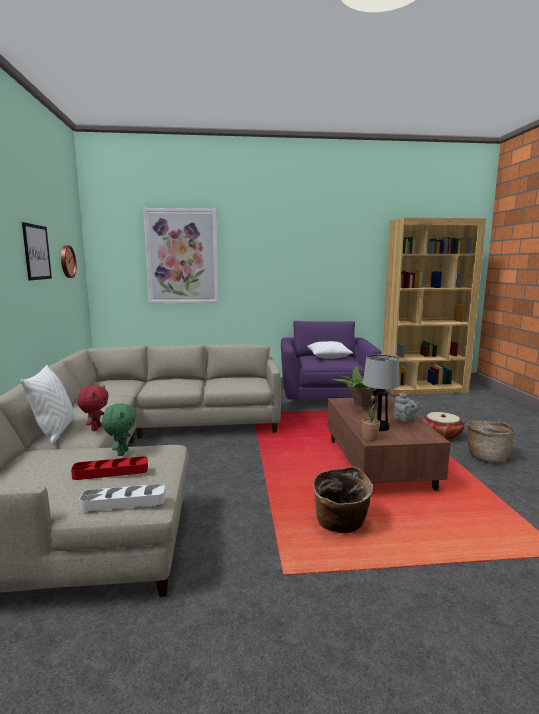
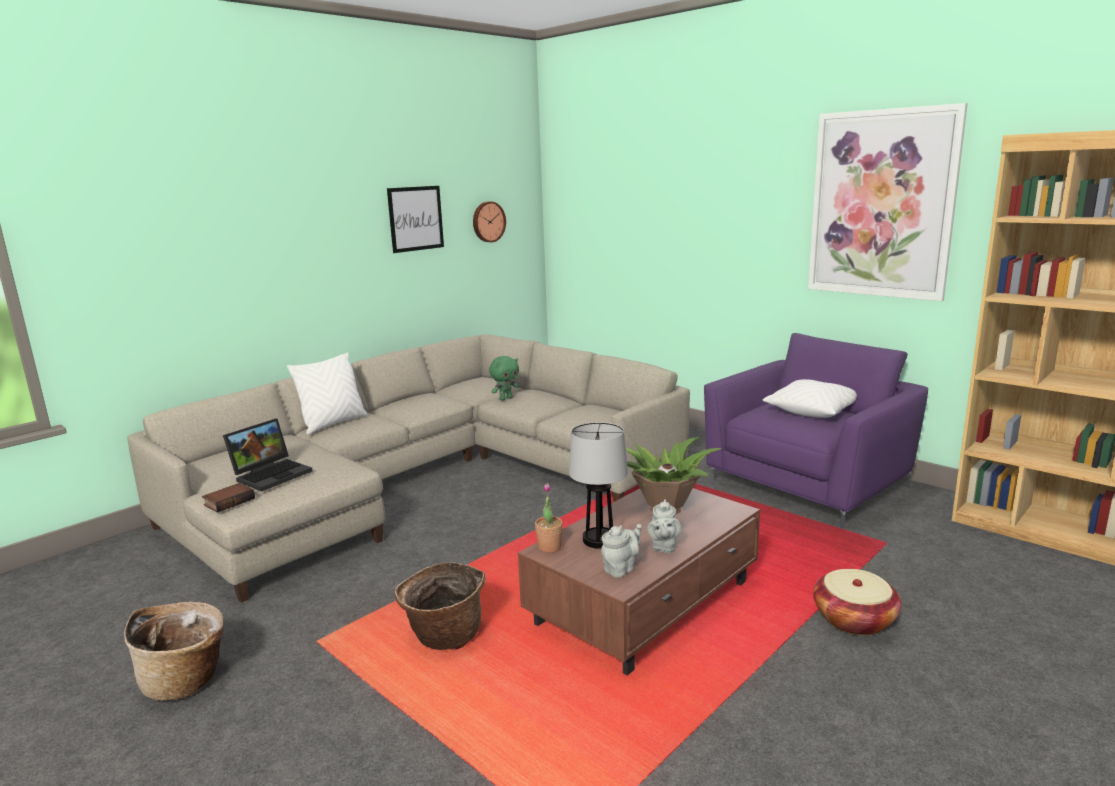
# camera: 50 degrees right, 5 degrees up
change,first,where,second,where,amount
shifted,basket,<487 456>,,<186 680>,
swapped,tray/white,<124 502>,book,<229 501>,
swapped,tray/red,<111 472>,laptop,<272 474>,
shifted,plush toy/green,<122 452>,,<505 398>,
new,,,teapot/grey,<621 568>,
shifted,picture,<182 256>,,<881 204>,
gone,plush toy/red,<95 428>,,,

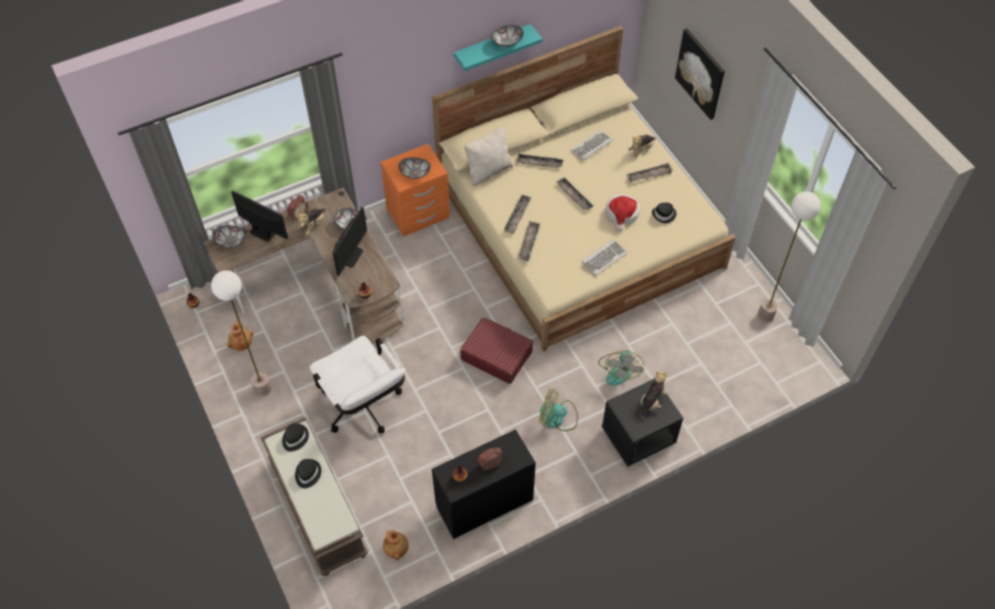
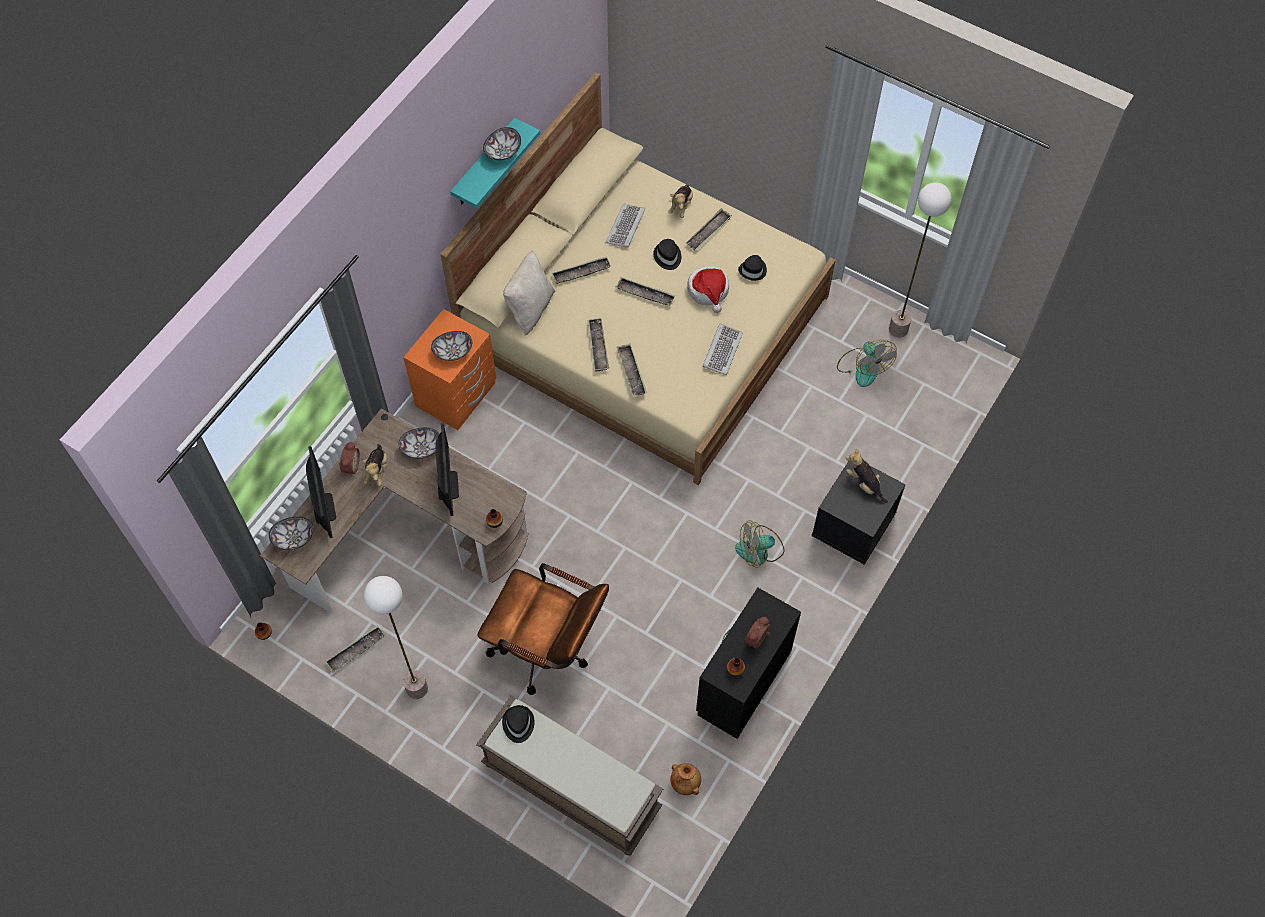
# camera: 30 degrees left, 5 degrees up
change,first,where,second,where,amount
rotated,monitor,<263 232>,,<324 508>,75 degrees clockwise
swapped,vase/brown,<241 344>,tray,<355 651>,
repainted,office chair/white,<364 409>,office chair/brown,<548 650>,
shifted,hat/black,<307 474>,,<667 257>,
shifted,fan,<619 370>,,<863 367>,
rotated,plush toy,<652 402>,,<864 484>,45 degrees counterclockwise
gone,suitcase/red,<496 355>,,,
gone,picture,<701 73>,,,

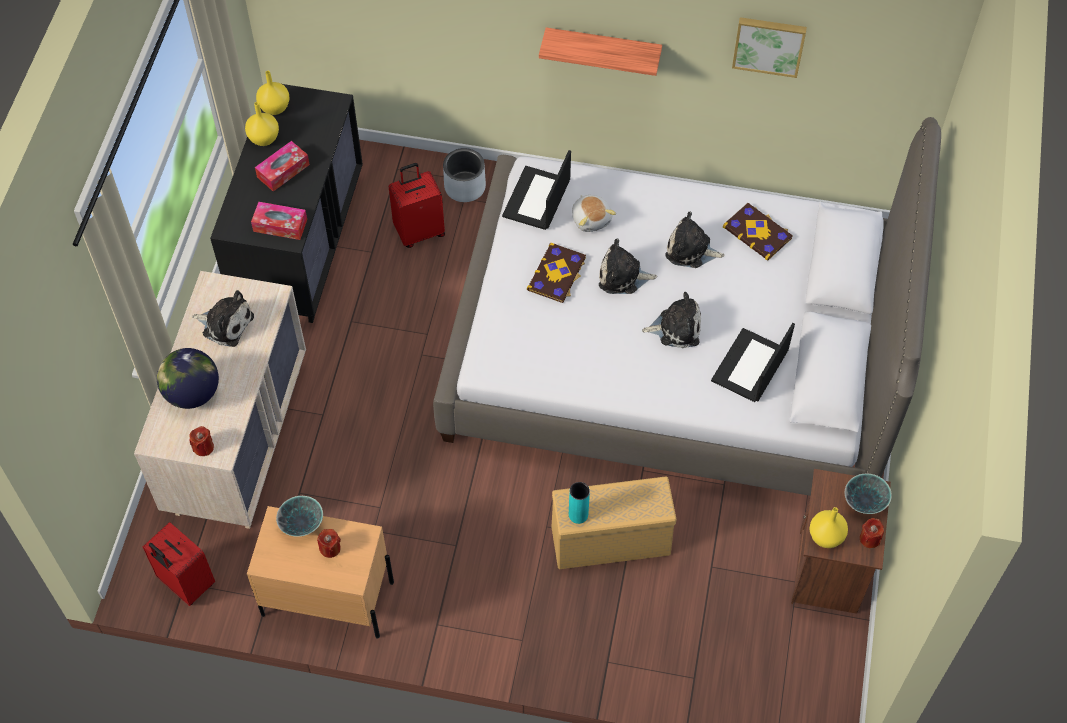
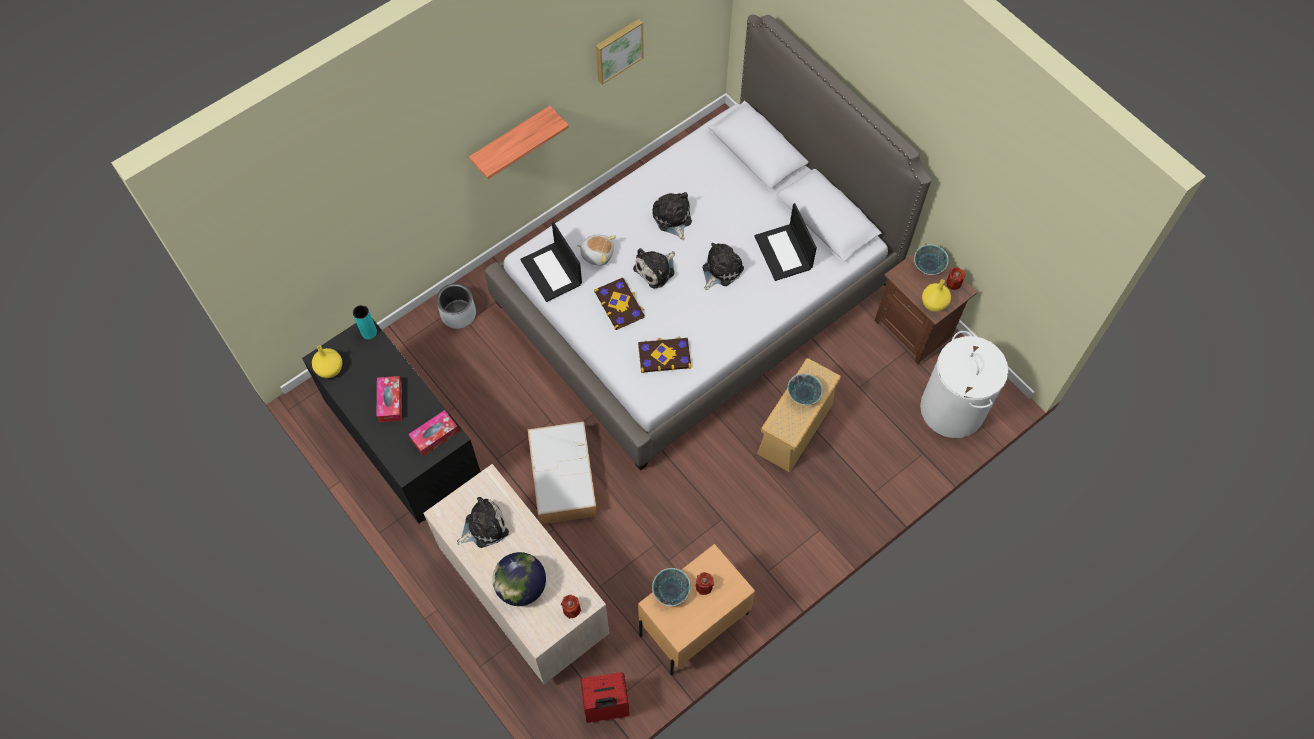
# camera: 50 degrees left, 5 degrees up
change,first,where,second,where,amount
shifted,vase/turquoise,<578 515>,,<369 332>,
new,,,storage box,<562 476>,
shifted,book,<757 232>,,<664 355>,
rotated,plush toy,<691 250>,,<672 219>,105 degrees clockwise
new,,,bowl,<803 395>,
new,,,laundry basket/white,<952 409>,
gone,vase/yellow,<263 138>,,,
gone,suitcase/red,<419 231>,,,

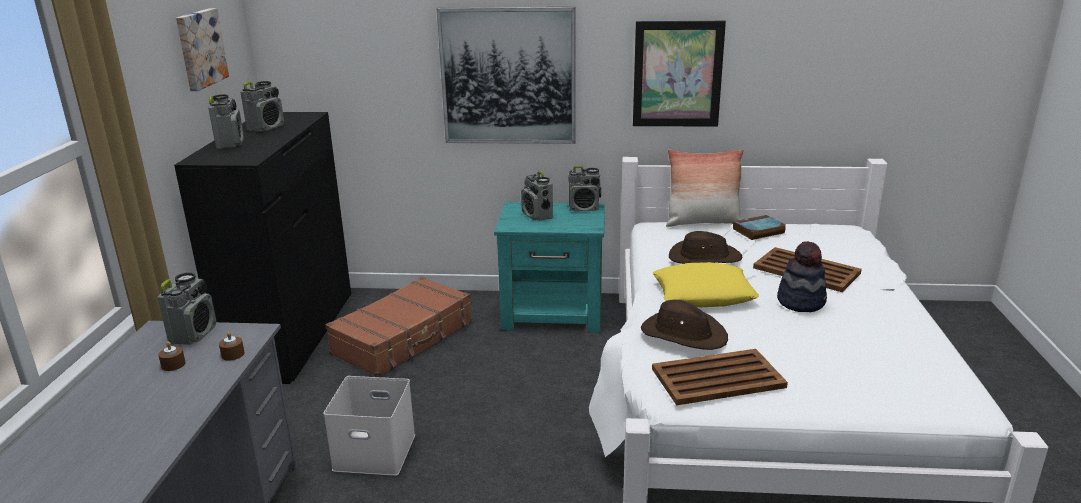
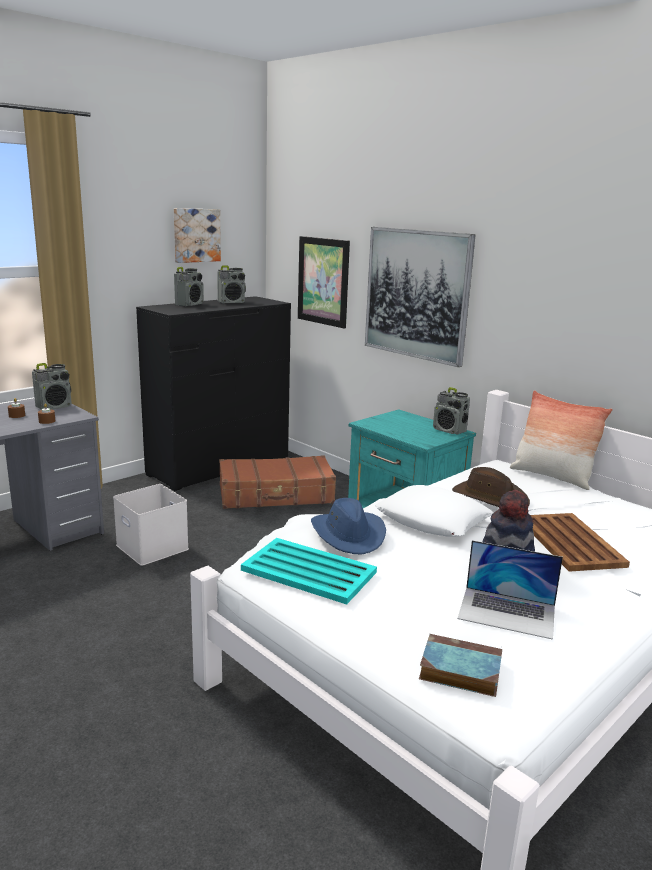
# camera: 40 degrees right, 5 degrees down
change,first,where,second,where,amount
repainted,tray/brown,<716 378>,tray/turquoise,<307 571>,
shifted,picture,<677 74>,,<323 281>,
repainted,hat/brown,<683 334>,hat/blue,<349 534>,
repainted,pillow/yellow,<704 294>,pillow/white,<433 520>,
shifted,book,<758 231>,,<458 670>,
new,,,laptop,<507 612>,
gone,radio,<537 216>,,,

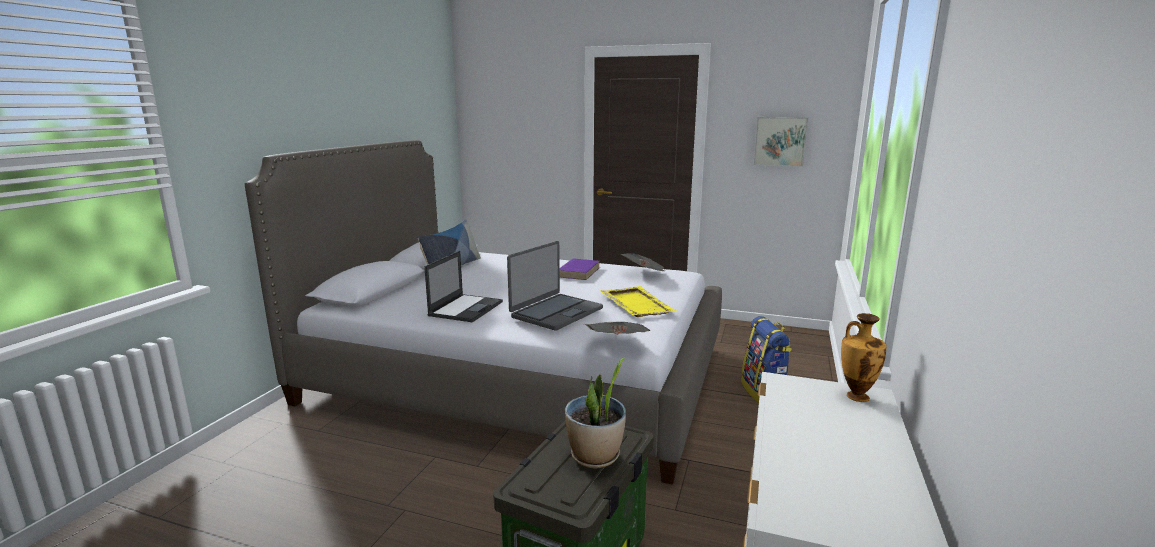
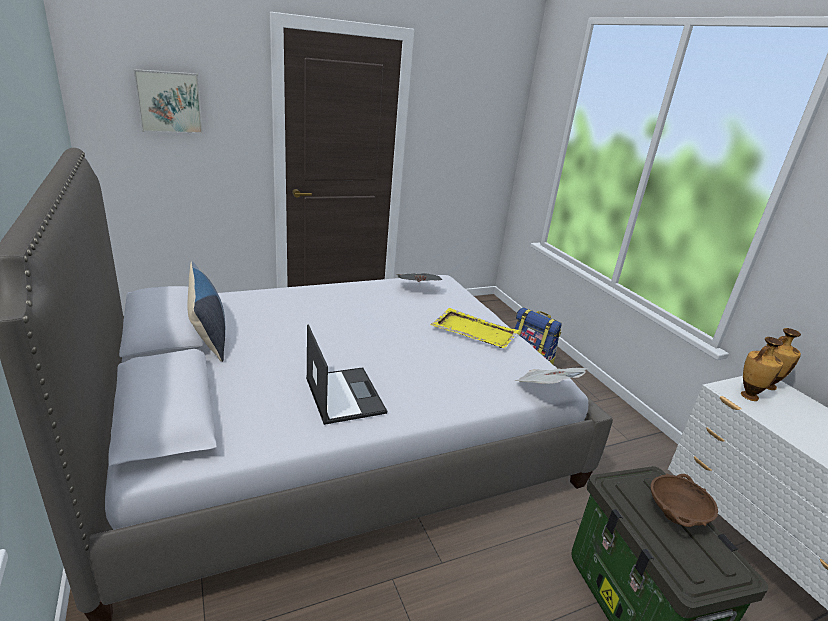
# camera: 45 degrees left, 10 degrees up
change,first,where,second,where,amount
shifted,picture,<780 141>,,<169 102>,
swapped,potted plant,<595 456>,bowl/brown,<676 515>,
new,,,vase,<748 396>,
gone,laptop,<556 312>,,,
gone,book/purple,<578 272>,,,

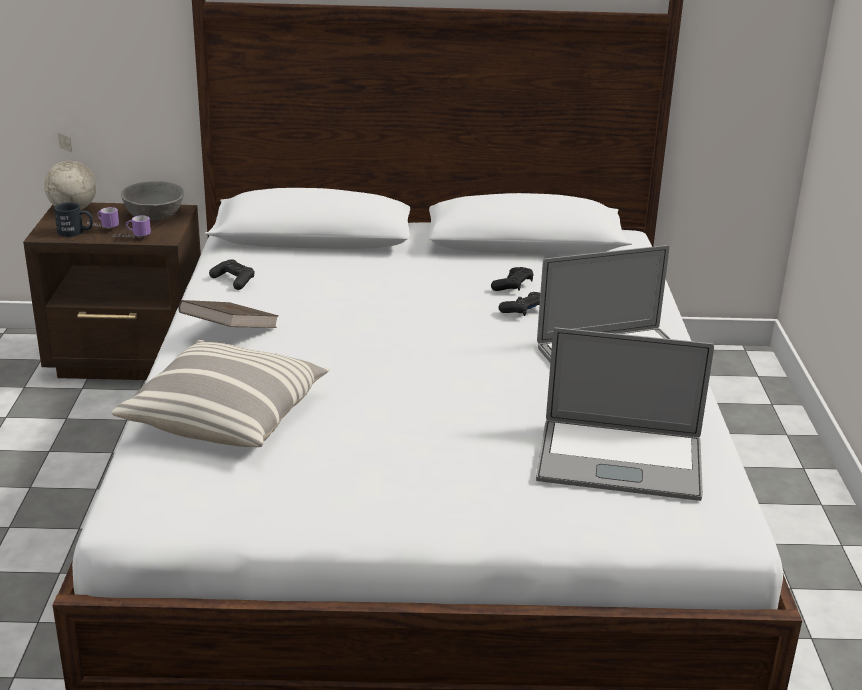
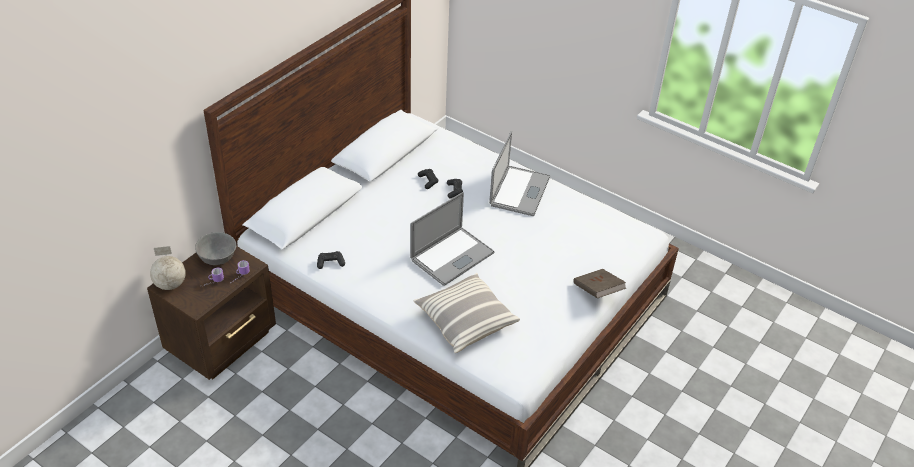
# camera: 55 degrees left, 15 degrees up
change,first,where,second,where,amount
shifted,laptop,<619 460>,,<452 256>,
shifted,book/brown,<230 333>,,<597 291>,
gone,mug/black,<76 232>,,,

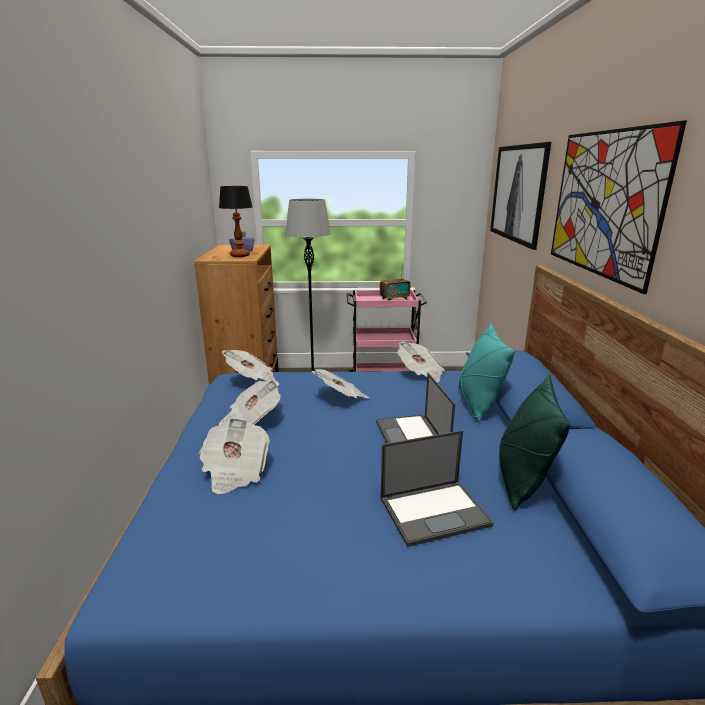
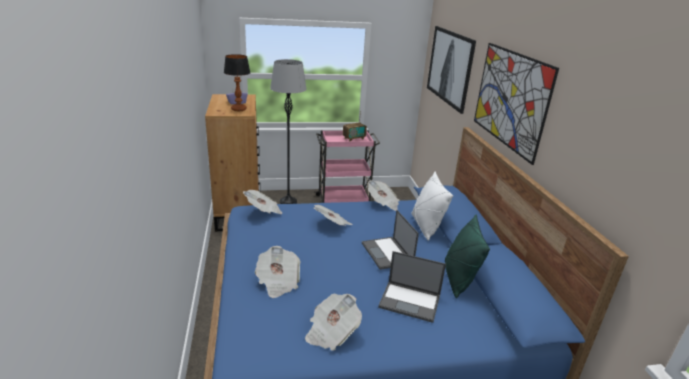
# camera: 10 degrees left, 5 degrees up
change,first,where,second,where,amount
shifted,newspaper,<251 420>,,<331 332>,
rotated,laptop,<435 511>,,<410 301>,45 degrees clockwise
repainted,pillow/turquoise,<478 404>,pillow/white,<425 227>,

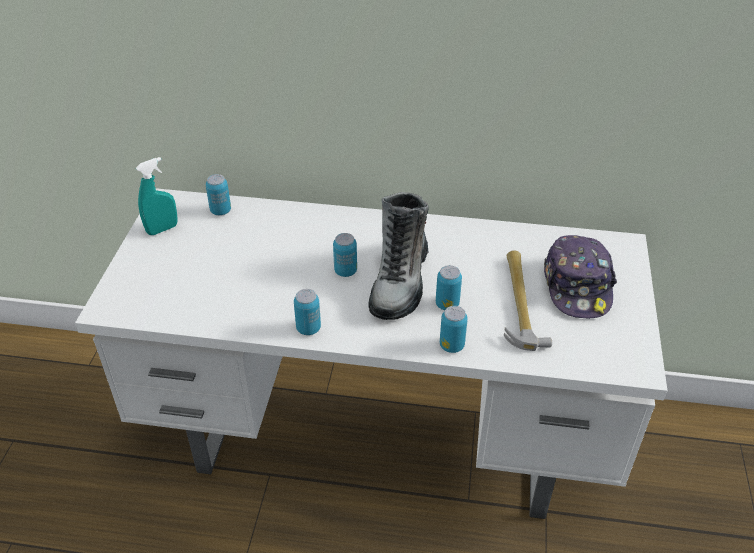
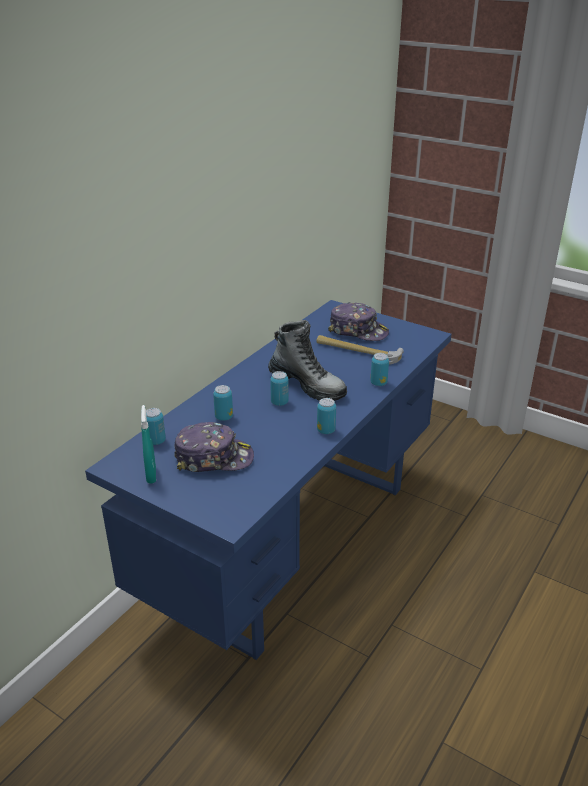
# camera: 65 degrees left, 10 degrees down
change,first,where,second,where,amount
repainted,desk/white,<378 439>,desk/blue,<293 542>,
new,,,cap,<214 458>,
shifted,can,<447 304>,,<224 417>,

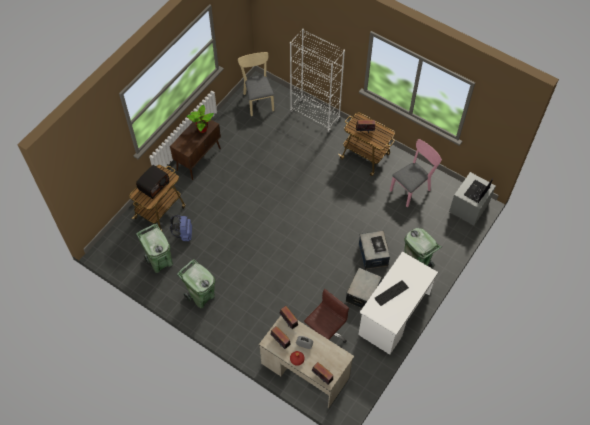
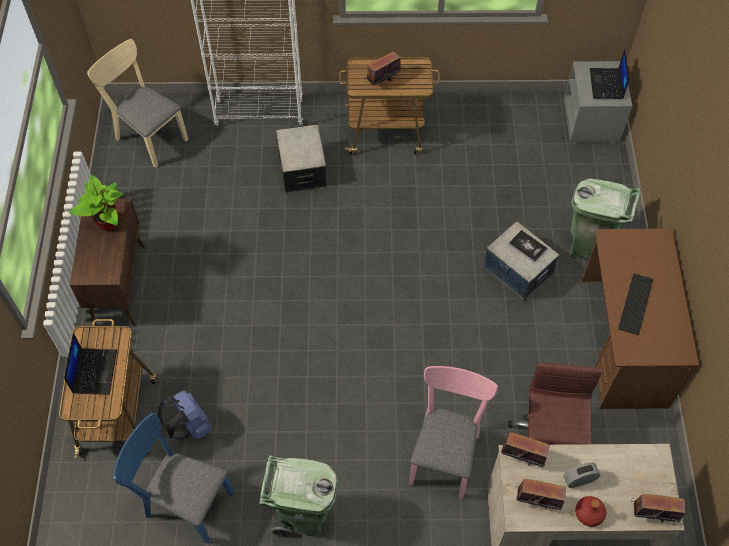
# camera: 35 degrees left, 0 degrees up
change,first,where,second,where,amount
swapped,radio,<153 186>,laptop,<94 371>,
swapped,trash can/green,<160 262>,chair/blue,<184 501>,
shifted,storage box,<363 294>,,<302 169>,
shifted,chair/pink,<412 188>,,<445 453>,
repainted,desk/white,<394 314>,desk/brown,<623 342>,

